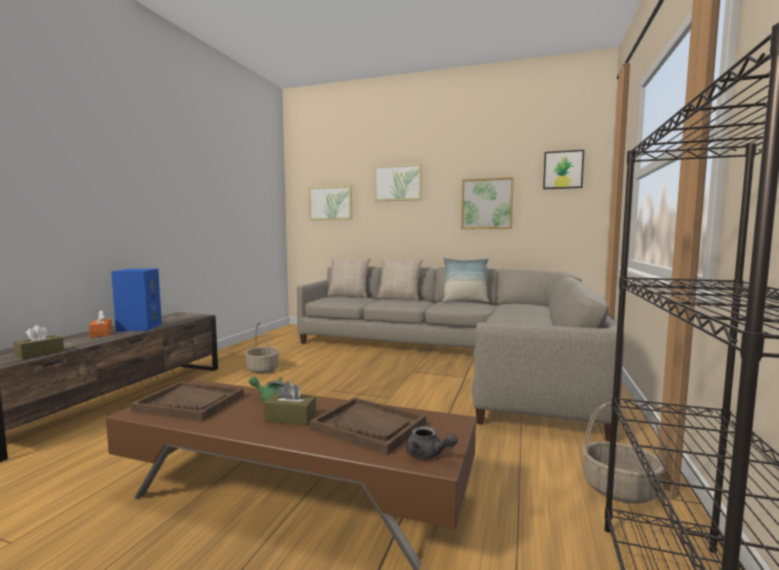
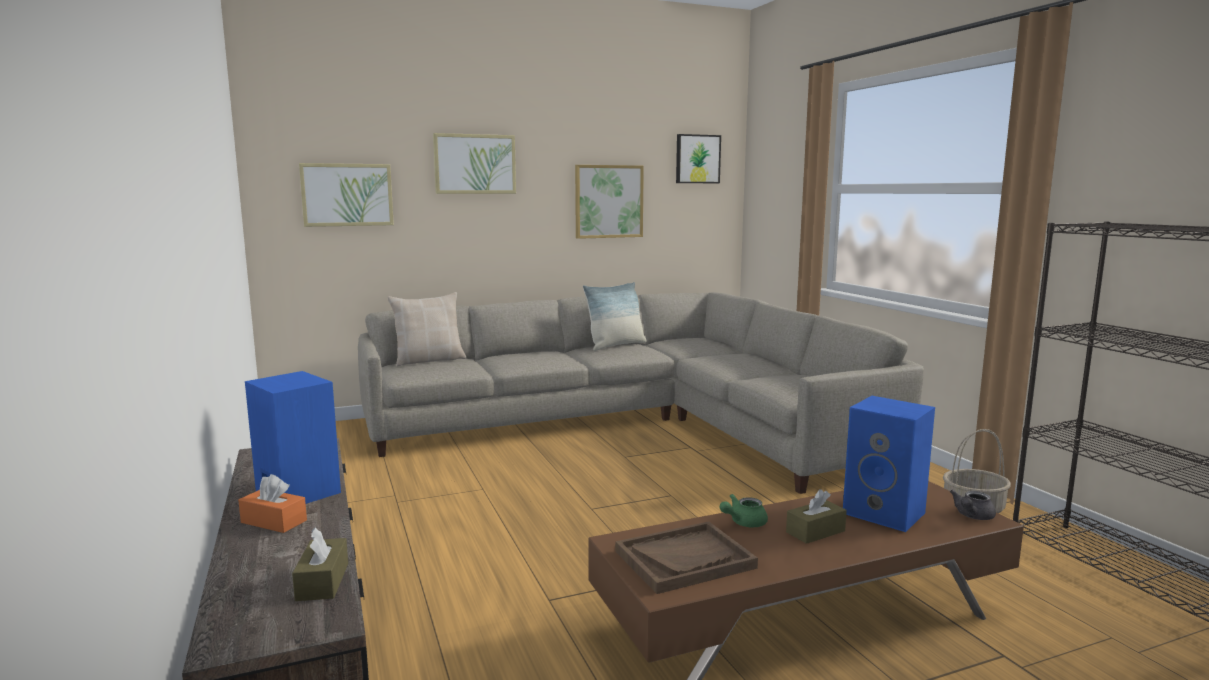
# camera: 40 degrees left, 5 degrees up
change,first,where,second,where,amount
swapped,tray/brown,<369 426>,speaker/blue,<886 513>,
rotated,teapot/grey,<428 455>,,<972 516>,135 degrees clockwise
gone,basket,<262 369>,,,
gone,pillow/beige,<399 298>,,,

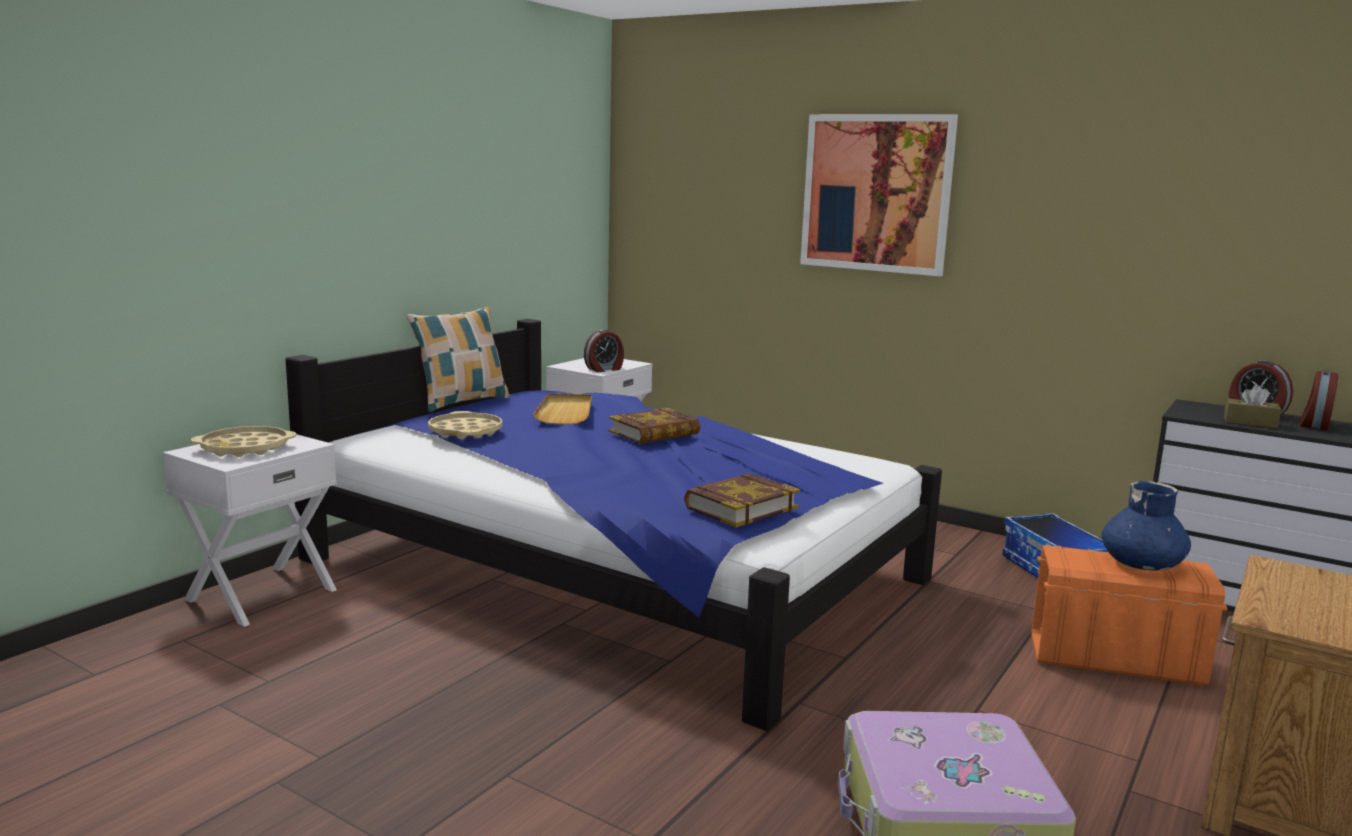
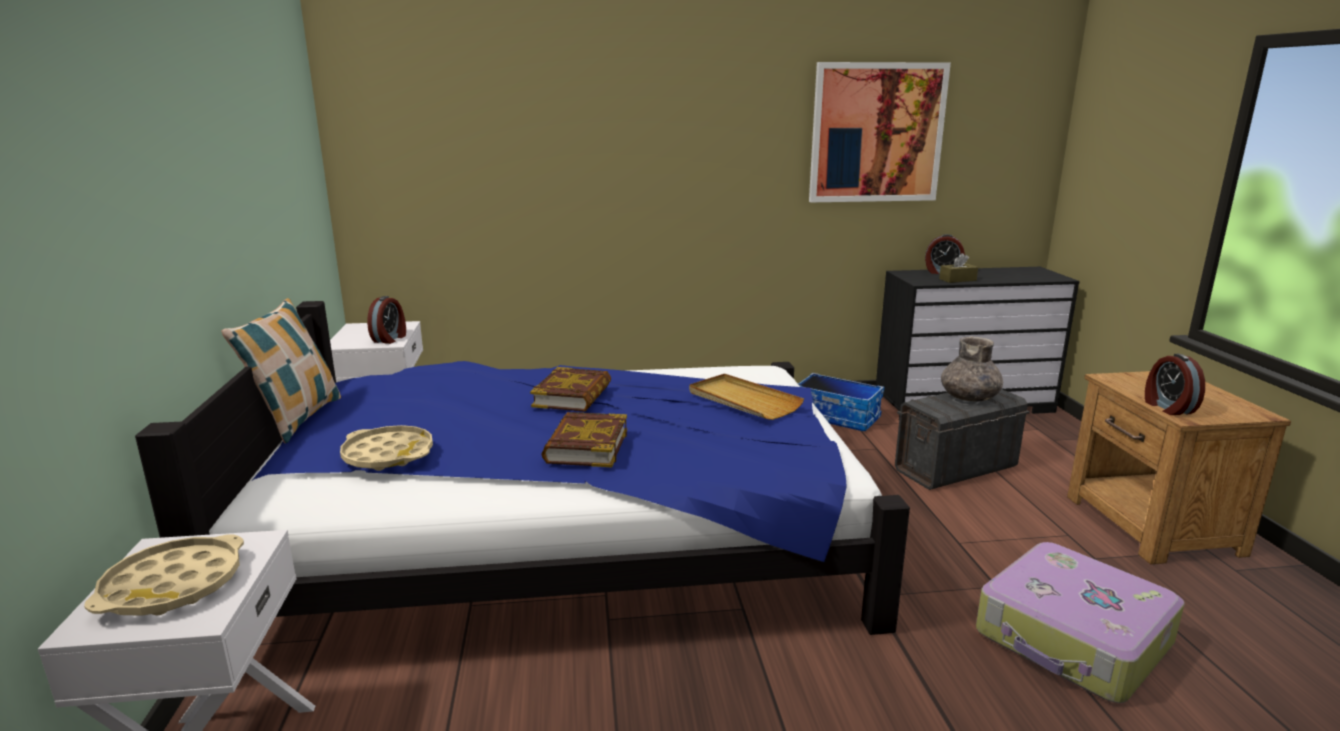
# camera: 40 degrees left, 5 degrees up
change,first,where,second,where,amount
shifted,book,<740 507>,,<586 446>,
shifted,tray/beige,<565 412>,,<743 400>,
shifted,picture,<876 193>,,<877 133>,
repainted,storage box/orange,<1114 659>,storage box/grey,<955 468>,
repainted,vase/blue,<1142 565>,vase/grey,<969 397>,
shifted,alarm clock,<1313 424>,,<1168 407>,

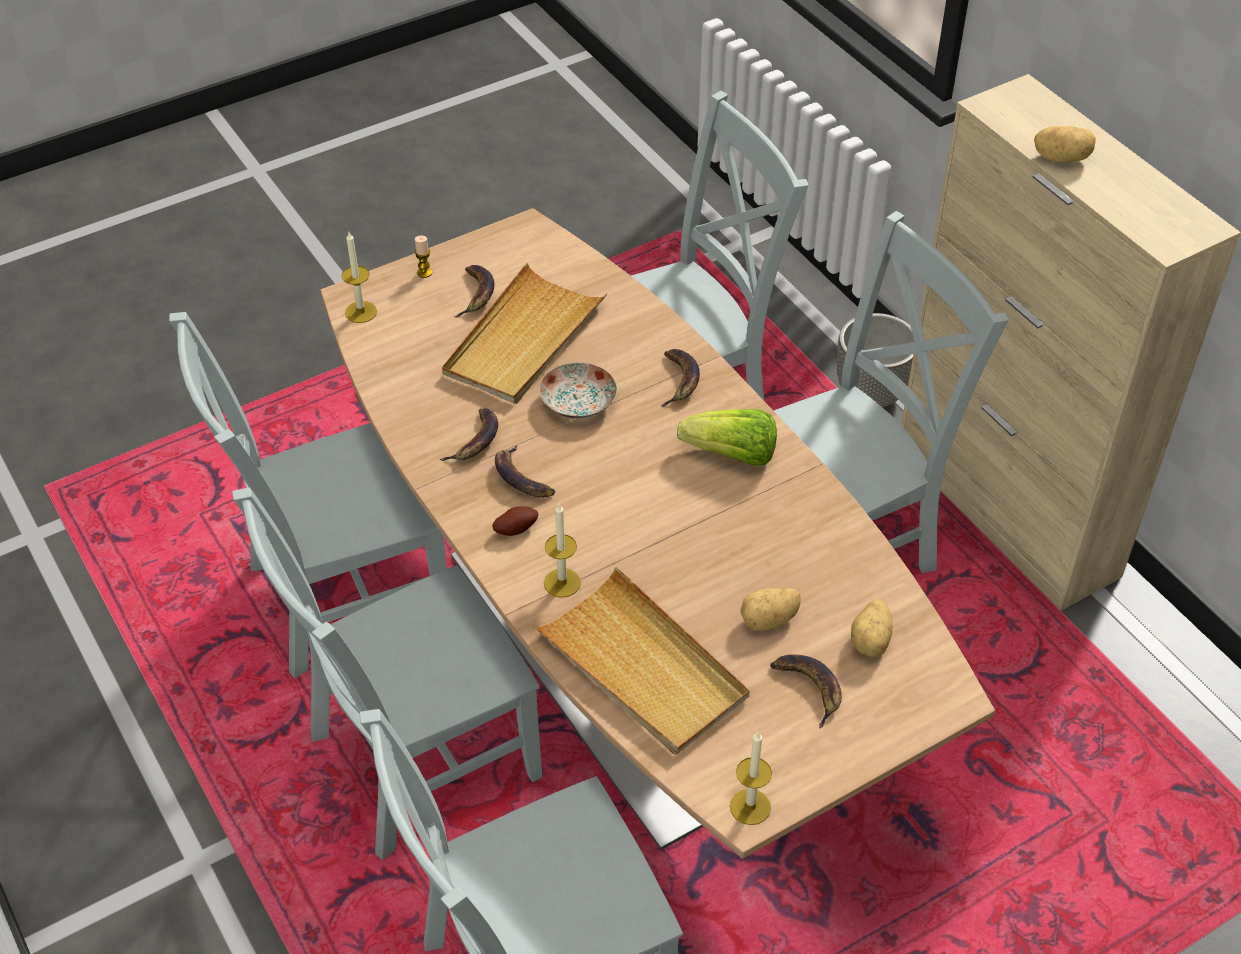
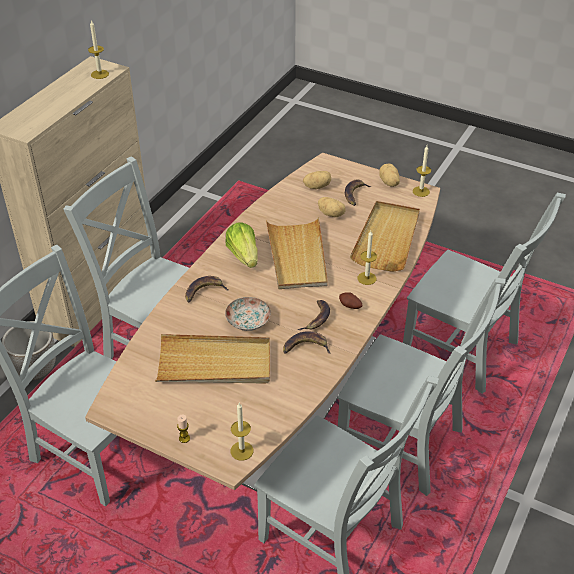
# camera: 120 degrees left, 5 degrees down
change,first,where,second,where,amount
new,,,candle,<99 74>,
new,,,tray/beige,<297 256>,
shifted,potato,<1061 158>,,<388 183>,
gone,banana,<476 294>,,,

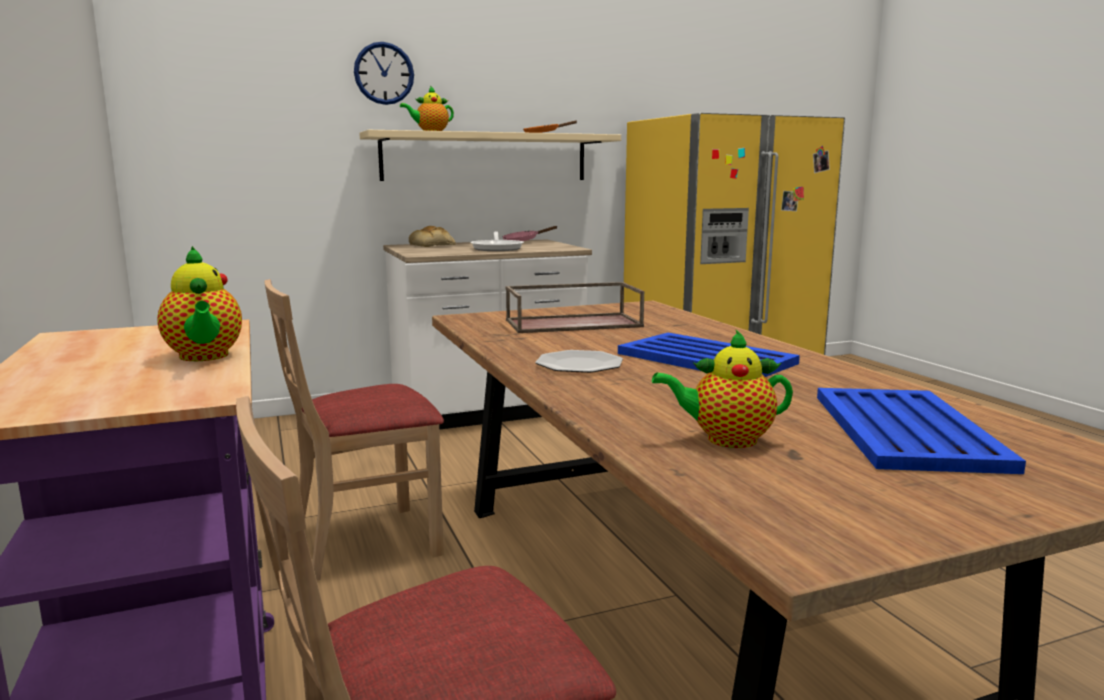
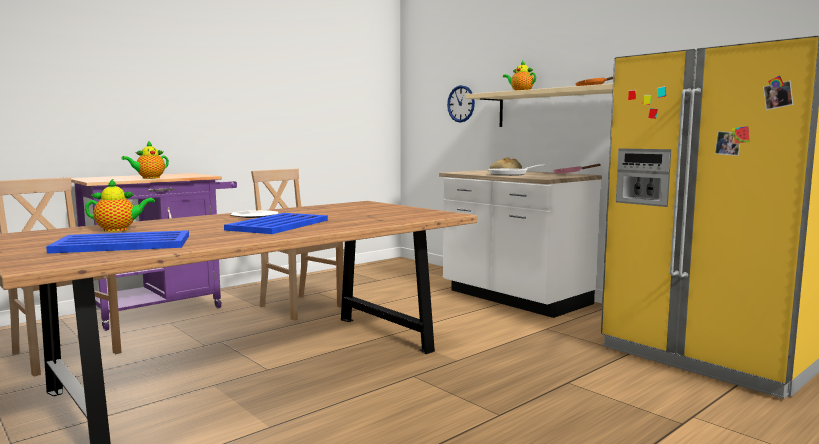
# camera: 70 degrees right, 5 degrees down
change,first,where,second,where,amount
rotated,teapot,<725 439>,,<119 230>,90 degrees clockwise
shifted,wall clock,<384 73>,,<461 103>,
gone,tray/brown,<574 323>,,,

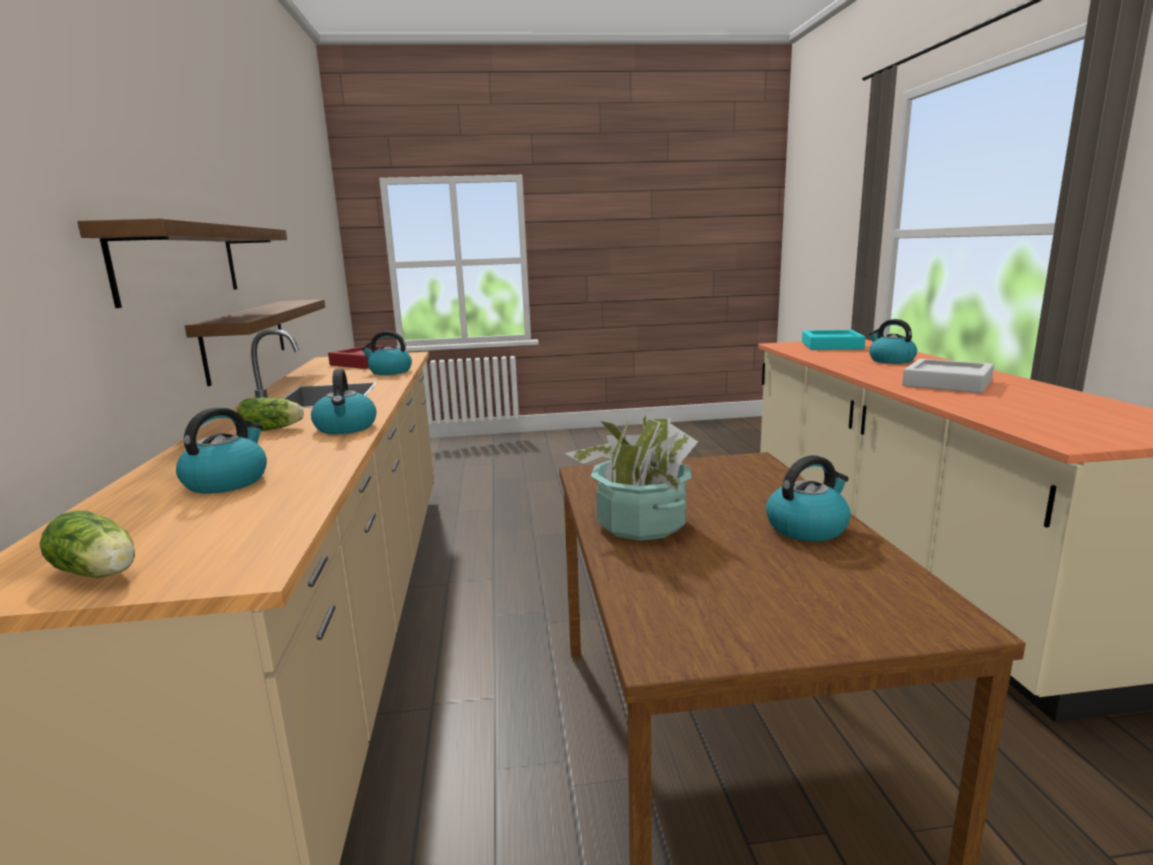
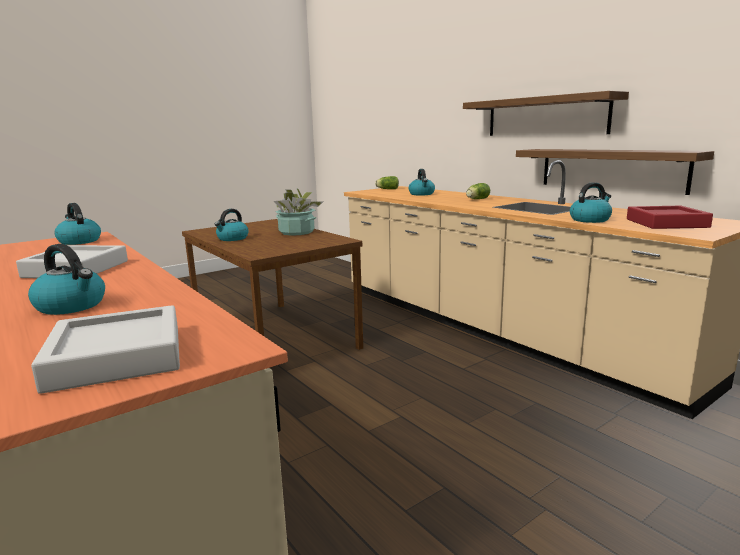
# camera: 150 degrees right, 0 degrees up
change,first,where,second,where,amount
repainted,tray/turquoise,<831 345>,tray/grey,<117 357>,
shifted,kettle,<346 428>,,<79 241>,

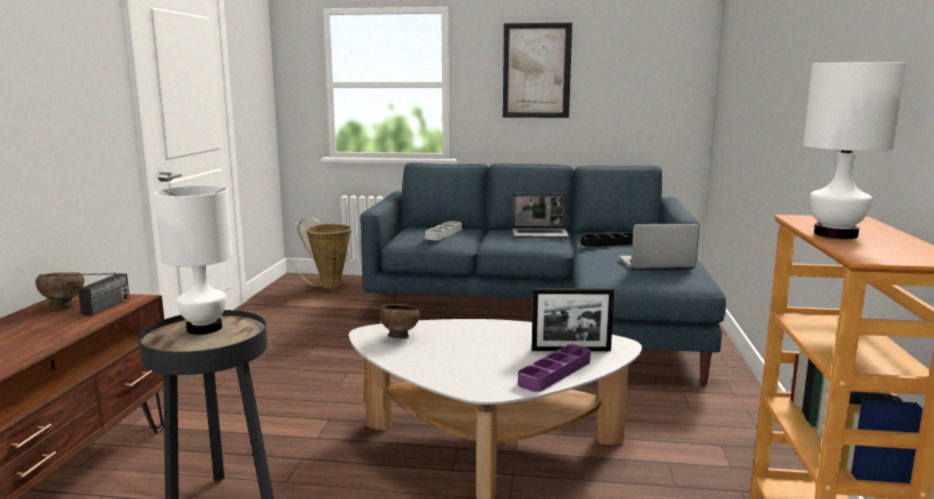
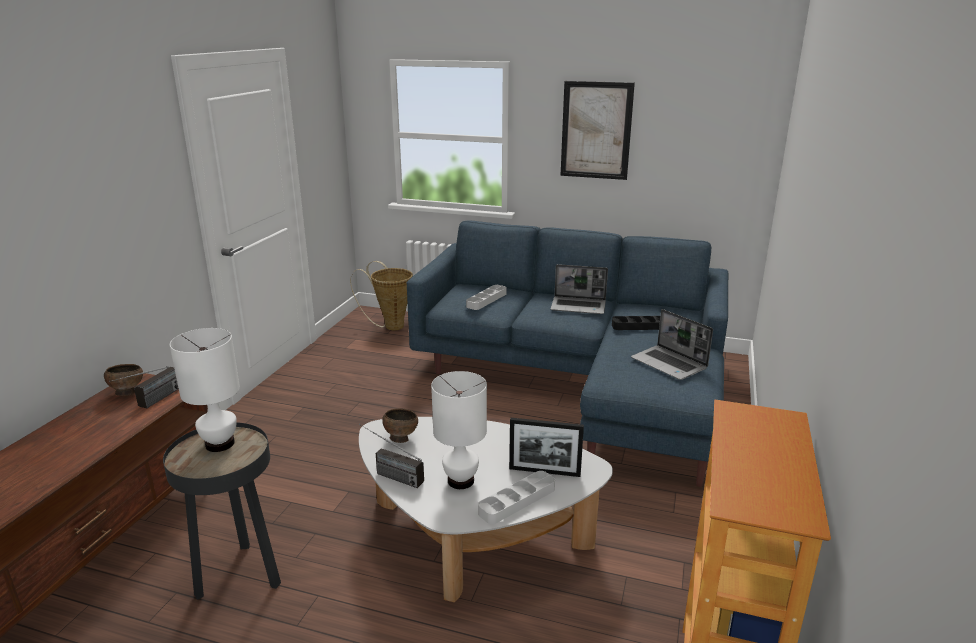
# camera: 10 degrees right, 10 degrees up
change,first,where,second,where,amount
new,,,radio,<388 474>,
shifted,table lamp/white,<836 234>,,<461 481>,
repainted,tray/purple,<555 372>,tray/grey,<517 501>,
rotated,laptop,<655 264>,,<670 364>,135 degrees counterclockwise

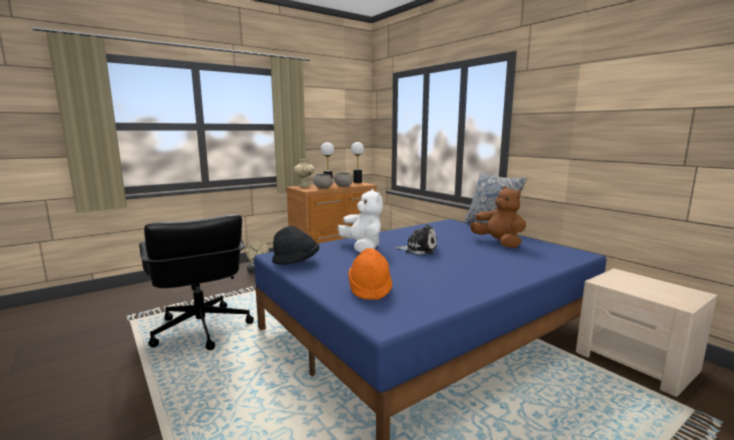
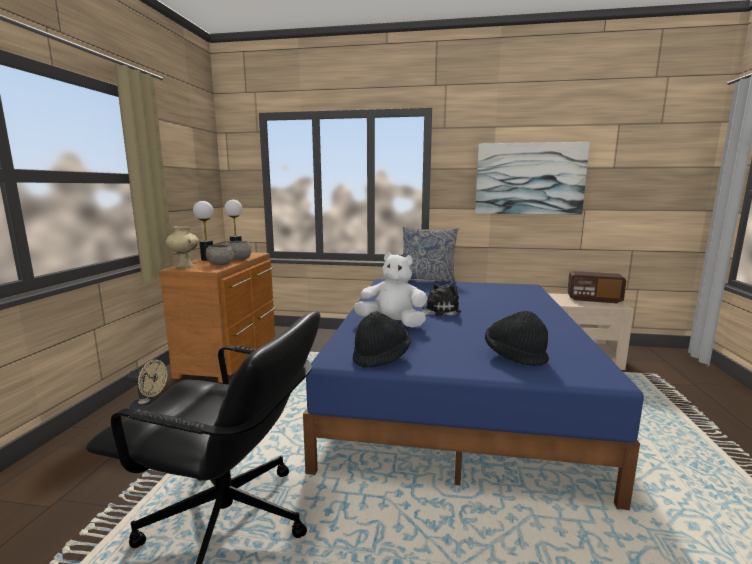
# camera: 45 degrees left, 0 degrees up
change,first,where,second,where,amount
new,,,picture,<529 179>,
repainted,hat/orange,<370 289>,hat/black,<514 356>,
new,,,radio,<593 299>,
gone,plush toy/brown,<498 243>,,,

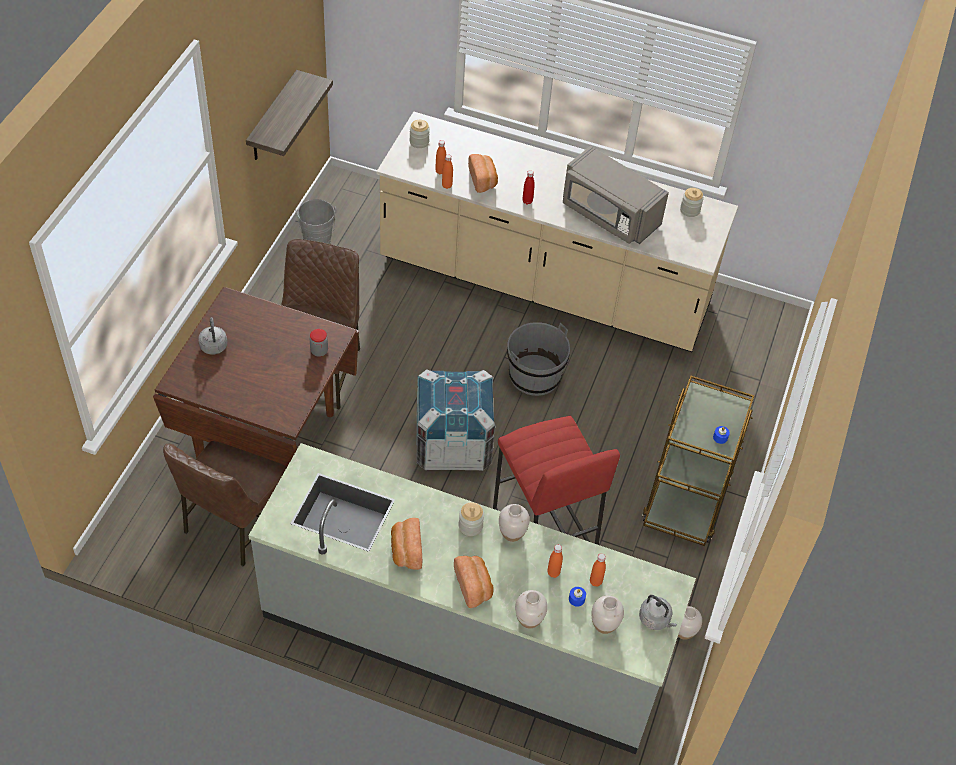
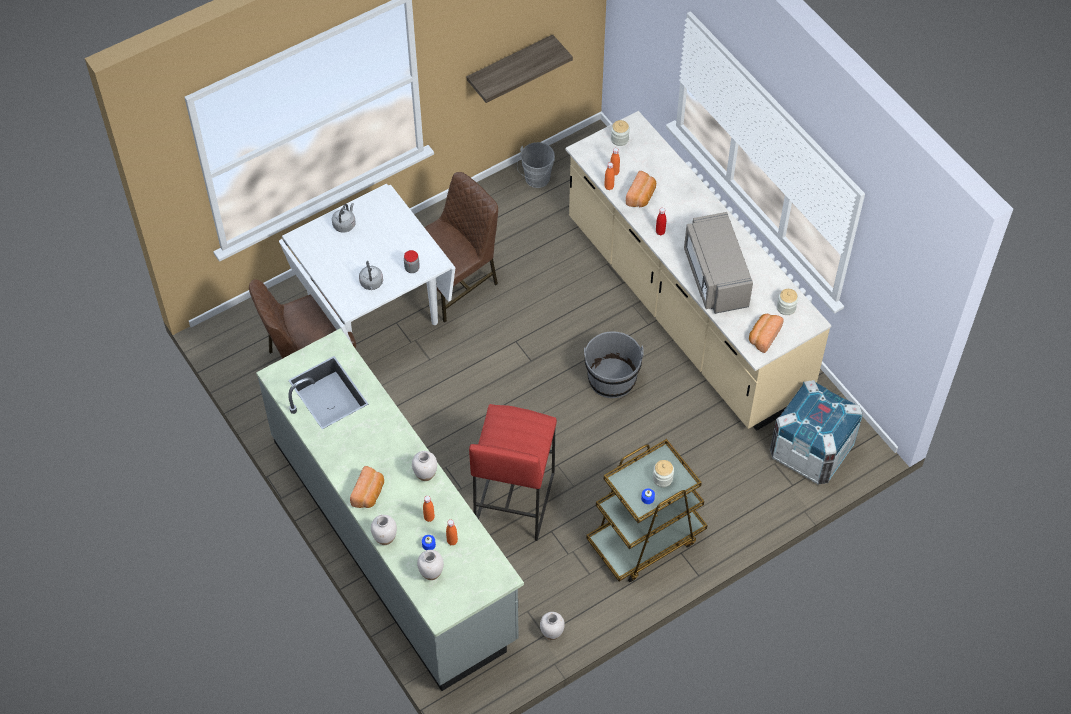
# camera: 40 degrees right, 5 degrees up
change,first,where,second,where,amount
repainted,dining table/brown,<266 441>,dining table/white,<374 317>,
shifted,kettle/grey,<655 620>,,<371 284>,
shifted,jar,<470 526>,,<662 478>,
shifted,bread,<406 550>,,<763 336>,
shifted,crate,<453 443>,,<811 450>,

